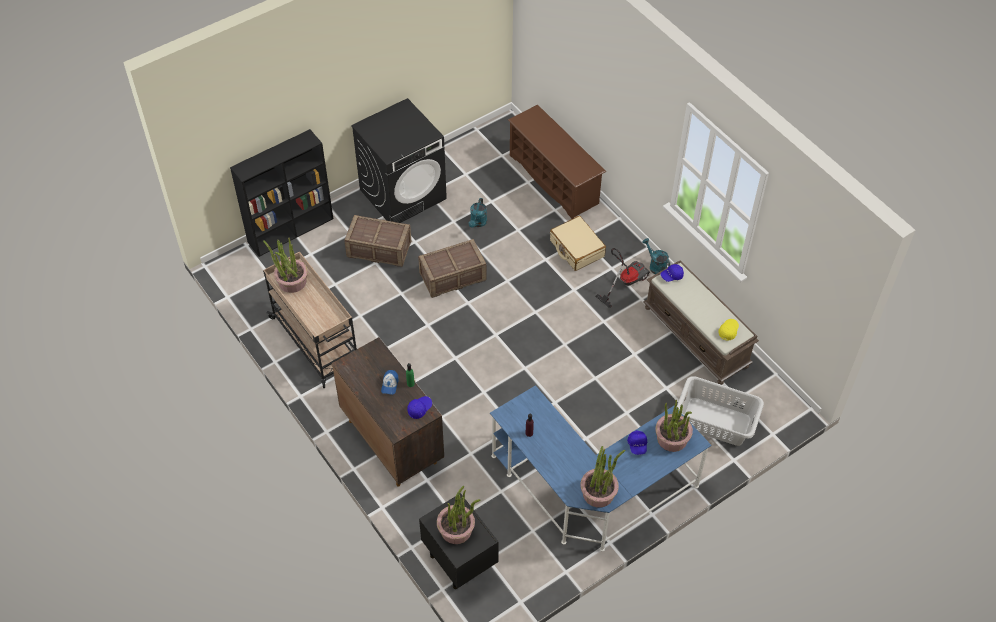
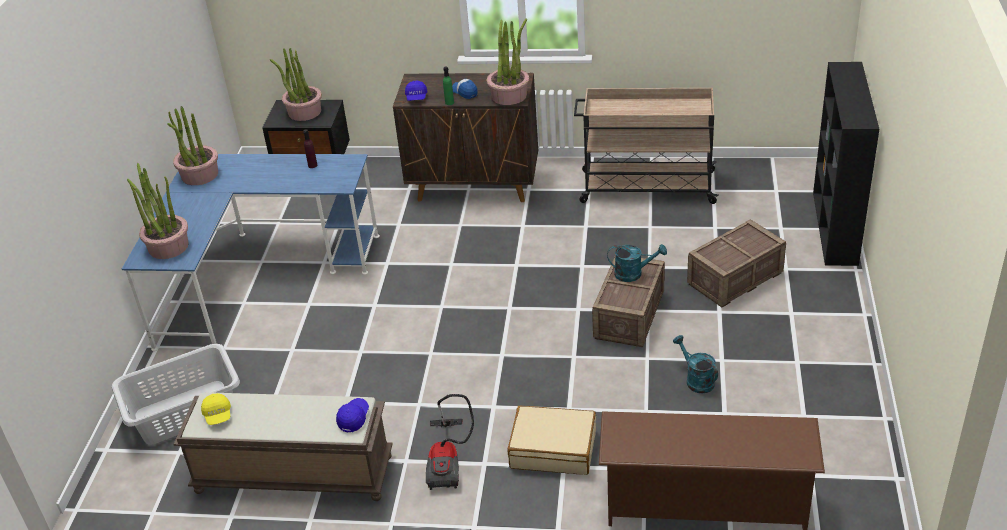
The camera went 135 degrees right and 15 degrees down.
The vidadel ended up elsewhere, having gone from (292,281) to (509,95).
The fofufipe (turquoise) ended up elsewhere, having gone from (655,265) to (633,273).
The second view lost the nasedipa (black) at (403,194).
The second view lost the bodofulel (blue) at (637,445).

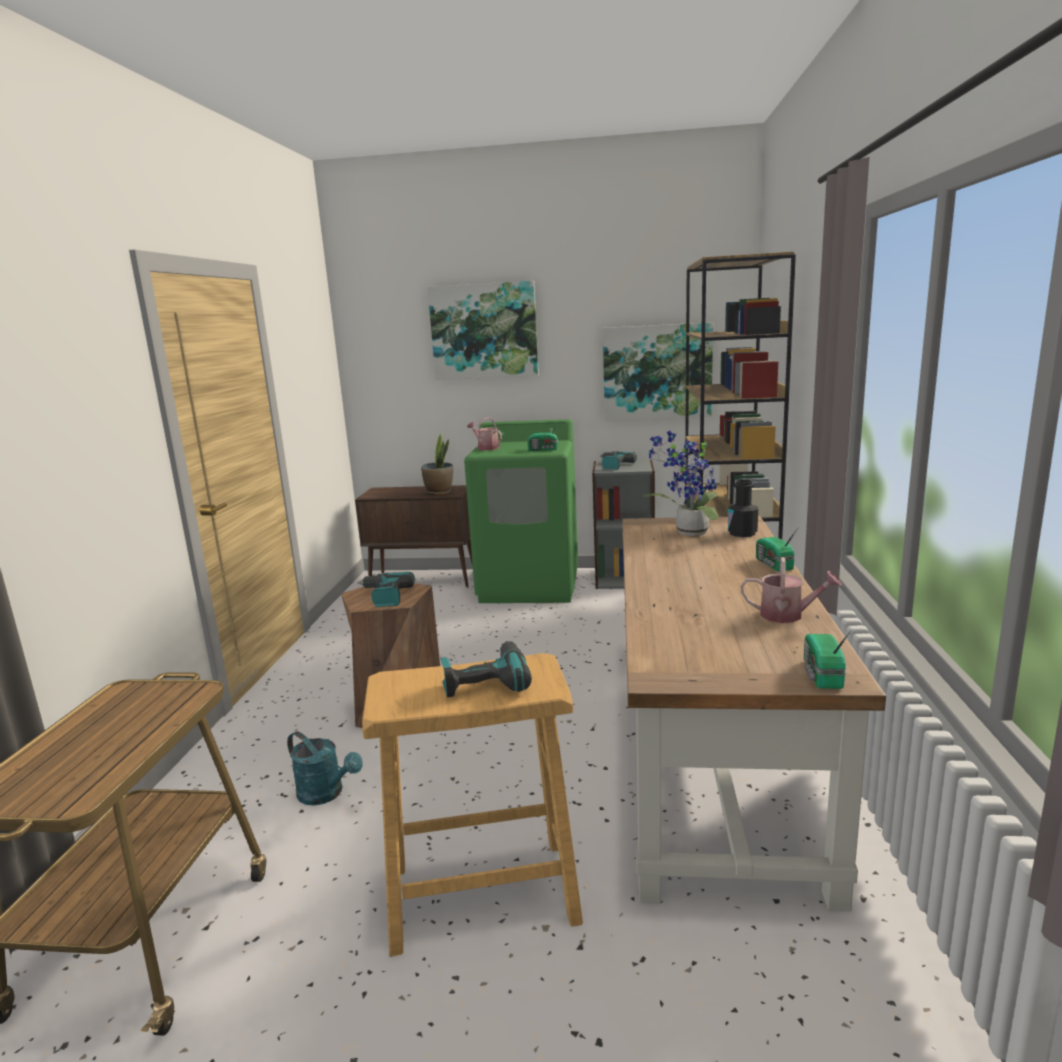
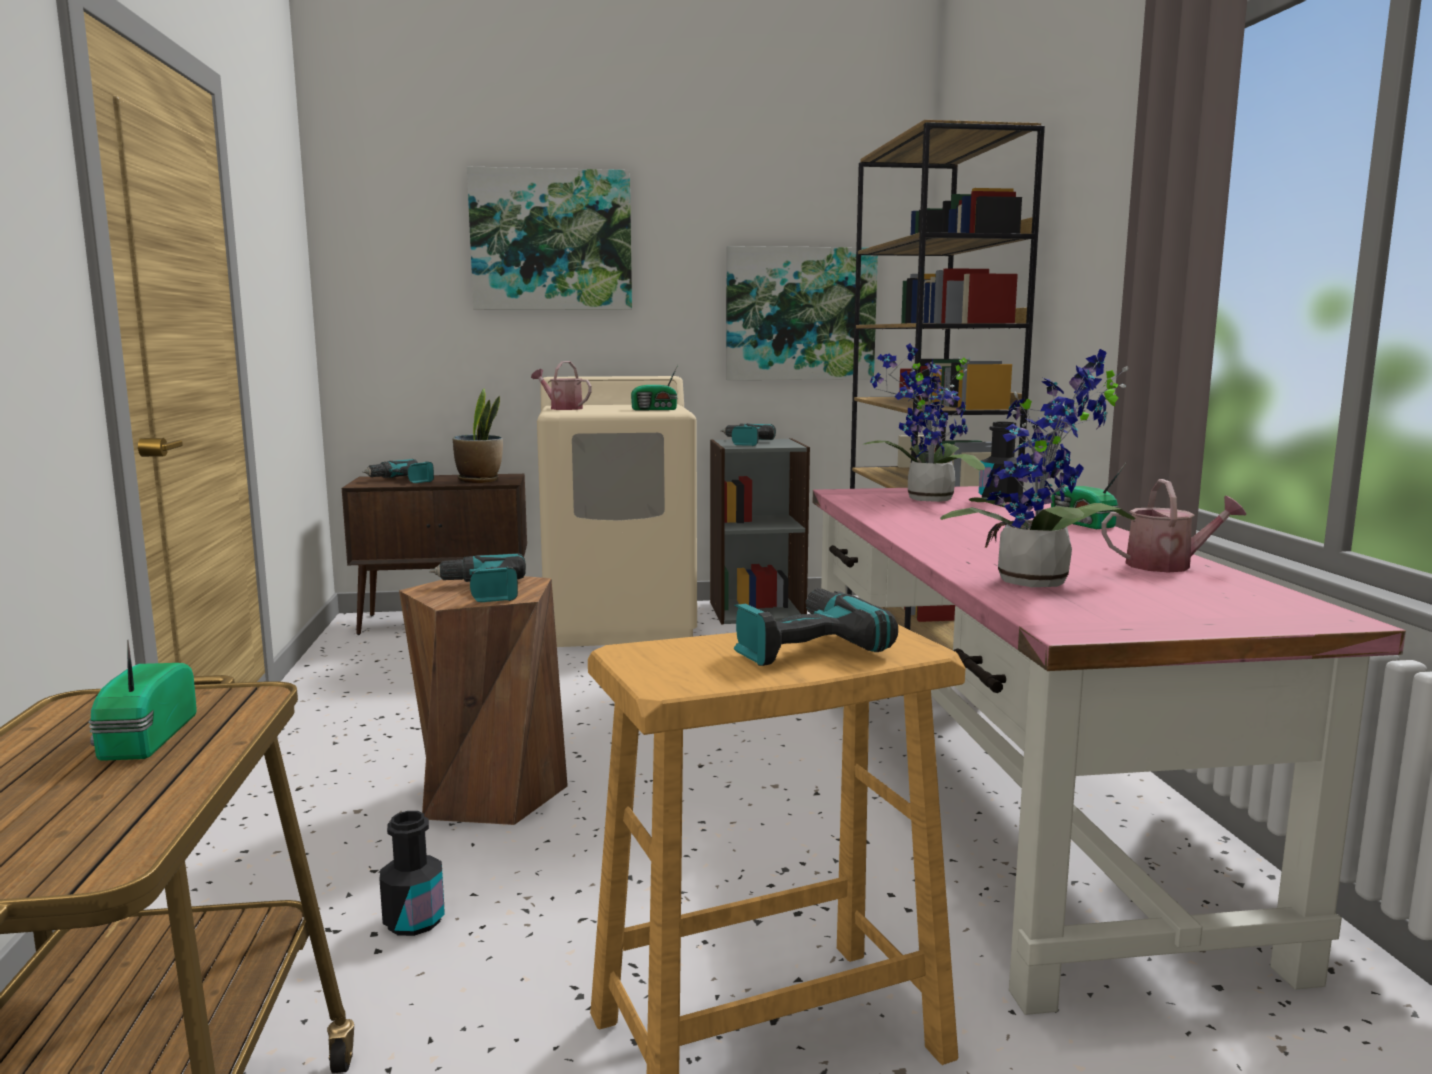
The camera went 15 degrees left and 5 degrees down.
The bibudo ended up elsewhere, having gone from (821,675) to (144,739).
The second view gained the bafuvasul at (402,481).
Where the fofufipe (turquoise) stood at (326,794), the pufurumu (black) came to stand at (414,920).
What was the nasedipa (green) at (530,585) turned into the nasedipa (beige) at (620,623).
What was the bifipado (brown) at (711,749) turned into the bifipado (pink) at (1004,805).
The second view gained the vidadel at (1039,584).

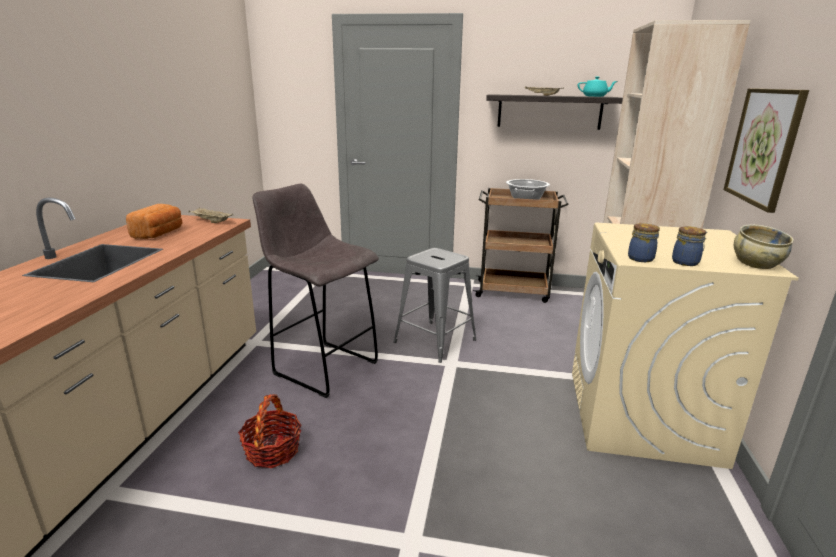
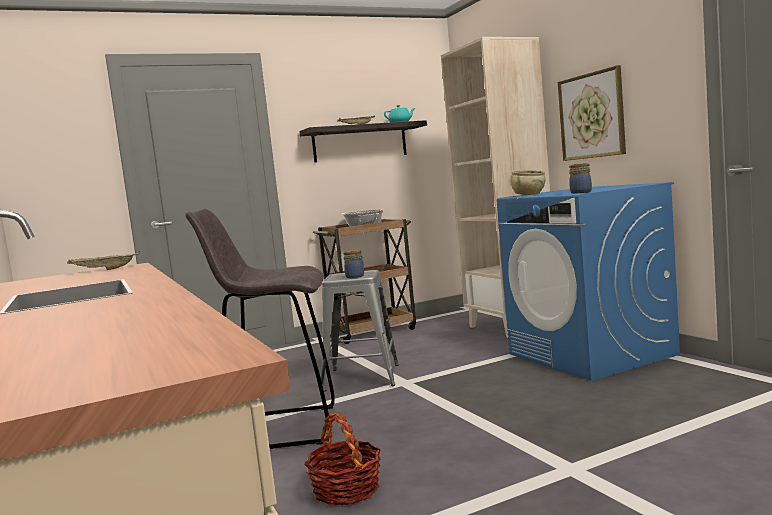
The camera went 35 degrees left and 15 degrees down.
The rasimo ended up elsewhere, having gone from (686,262) to (355,276).
What was the nasedipa (beige) at (641,416) turned into the nasedipa (blue) at (591,354).
The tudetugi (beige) ended up elsewhere, having gone from (756,264) to (528,194).
The second view lost the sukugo at (159,233).

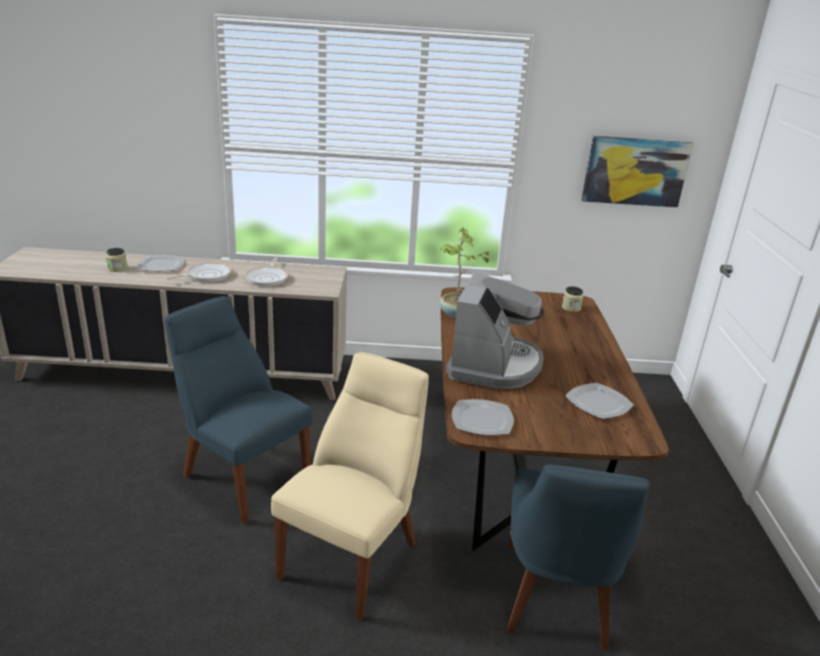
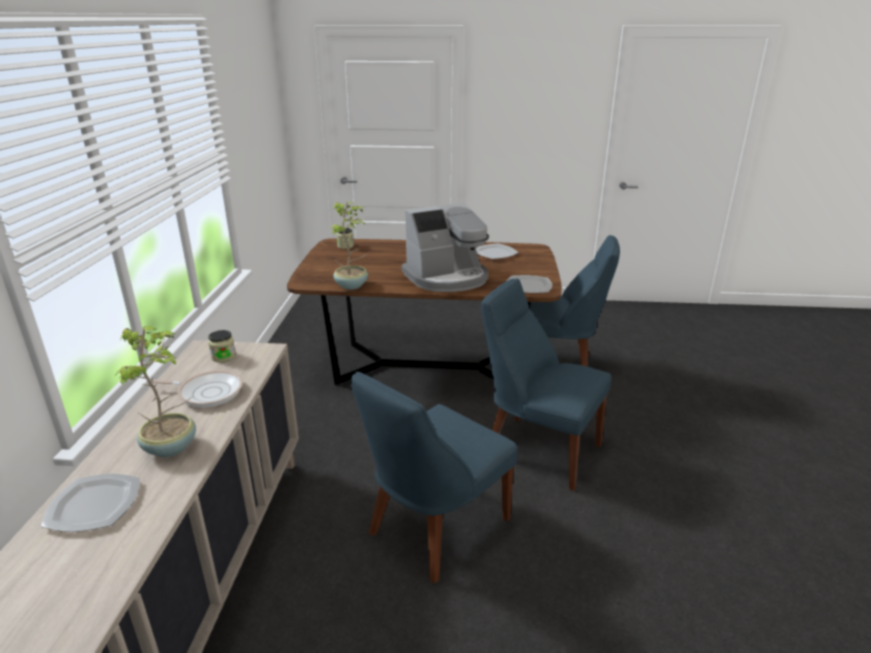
The camera went 85 degrees left and 0 degrees up.
Where the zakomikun stood at (206,275), the vidadel came to stand at (172,447).
The rasimo ended up elsewhere, having gone from (117,268) to (223,357).
The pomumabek at (494,365) ended up facing another way, 135 degrees clockwise from before.
What was the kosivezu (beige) at (354,556) turned into the kosivezu (blue) at (537,448).
The second view lost the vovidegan at (635,171).

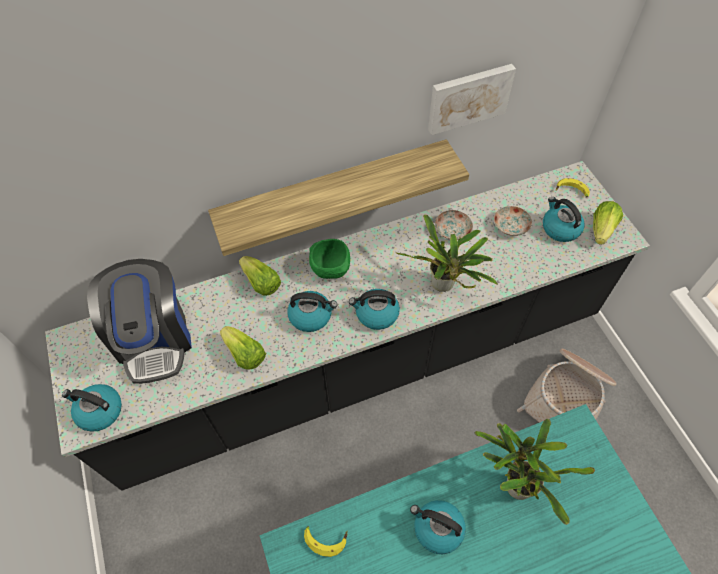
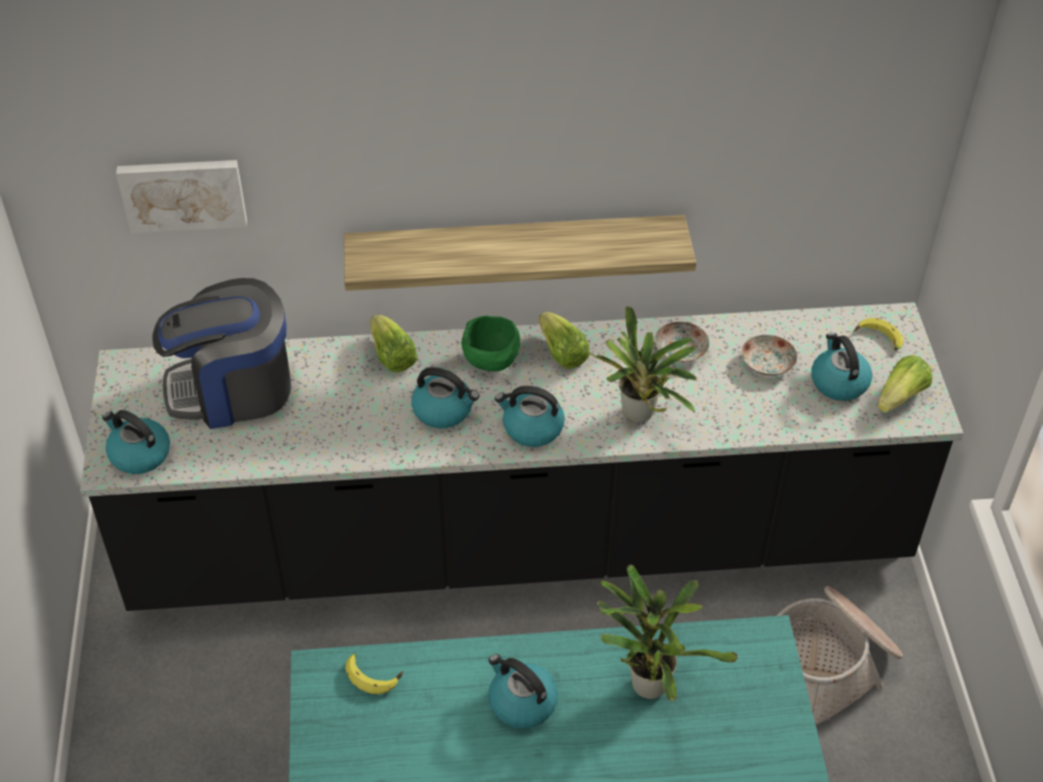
The camera went 15 degrees right and 10 degrees down.
The vovidegan ended up elsewhere, having gone from (468,97) to (183,193).
The pomumabek at (154,338) ended up facing another way, 75 degrees clockwise from before.
The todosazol ended up elsewhere, having gone from (245,354) to (561,353).

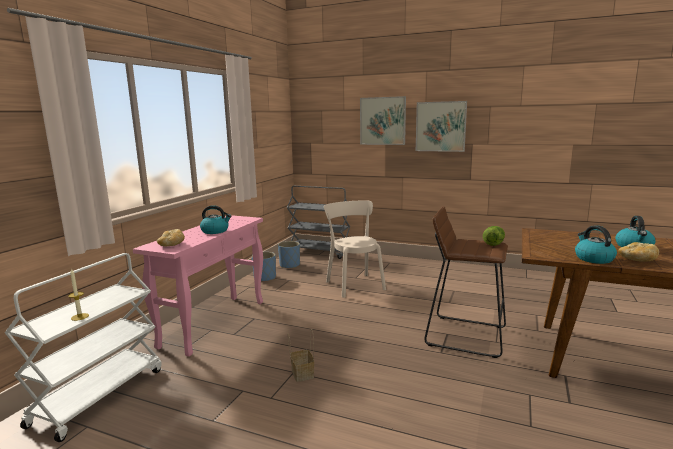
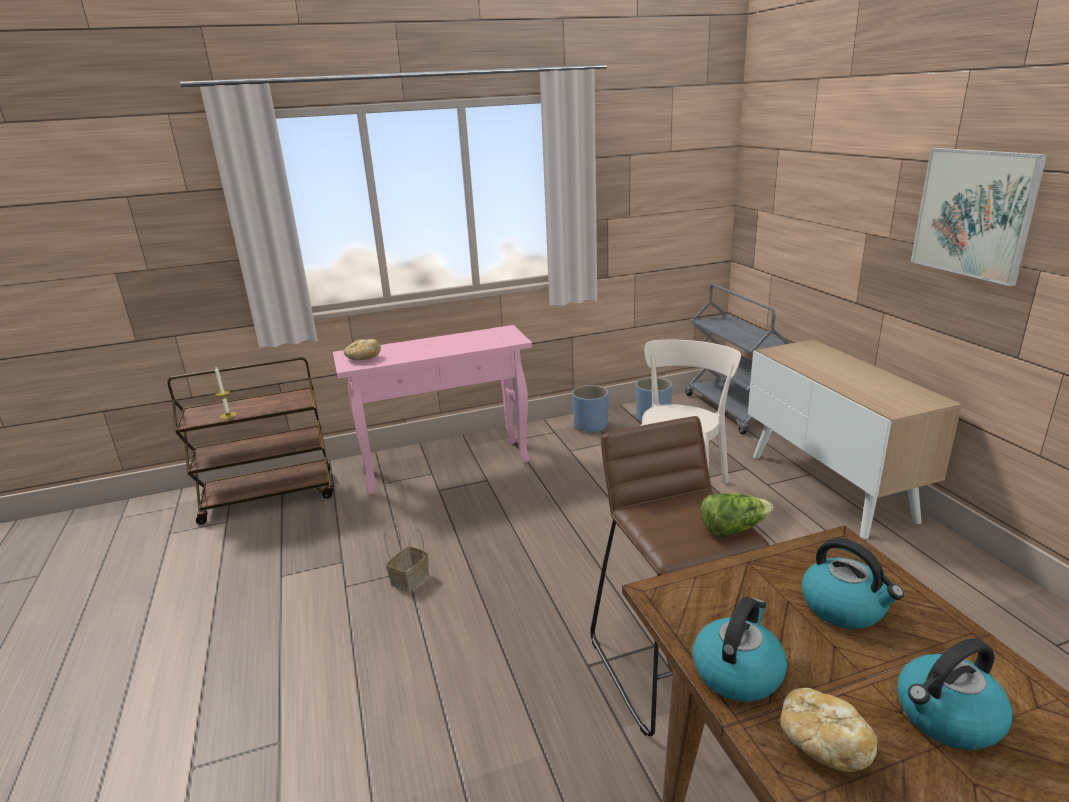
The camera went 50 degrees right and 10 degrees up.
What was the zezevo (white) at (99,395) turned into the zezevo (brown) at (269,497).
The second view gained the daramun at (831,486).
The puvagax ended up elsewhere, having gone from (215,231) to (844,607).
The second view lost the vovidegan at (382,121).

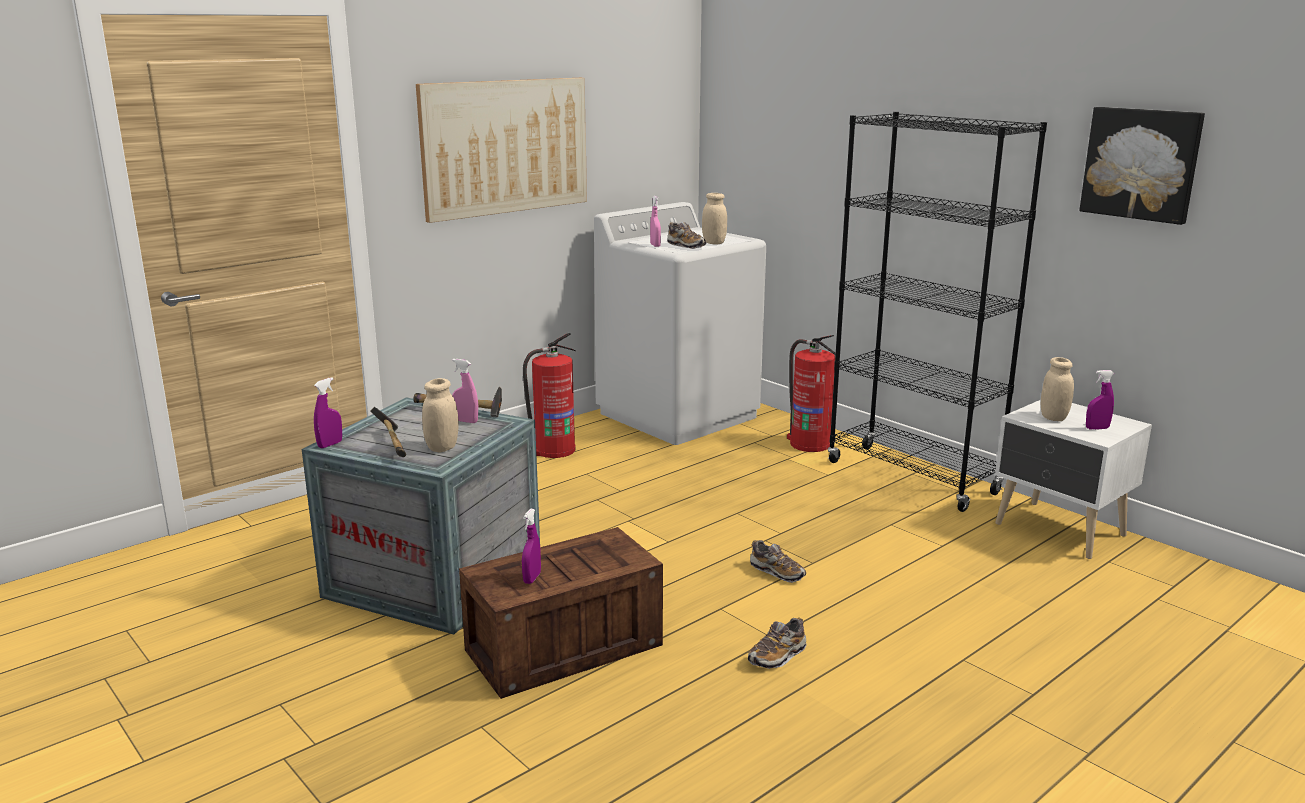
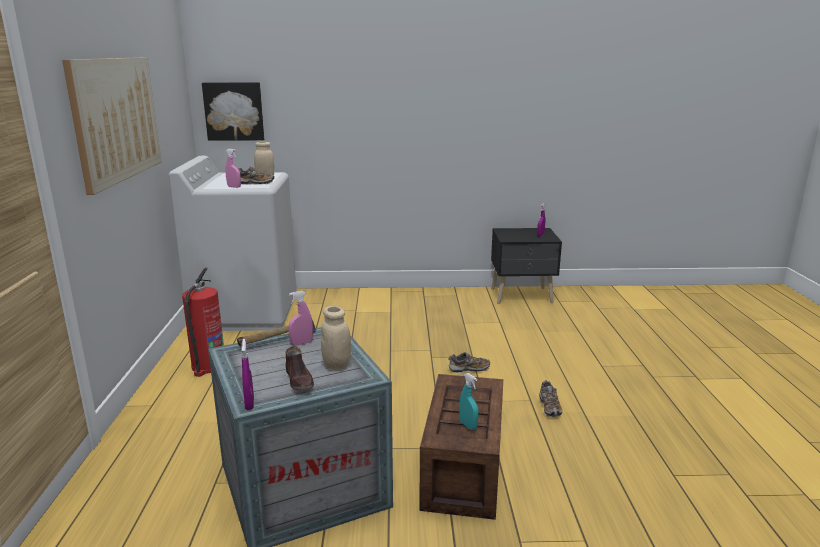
The camera went 50 degrees left and 0 degrees up.
The vovidegan ended up elsewhere, having gone from (1141,164) to (234,111).
Where the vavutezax stood at (393,445), the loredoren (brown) came to stand at (299,380).
What was the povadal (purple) at (532,578) turned into the povadal (turquoise) at (468,425).
What was the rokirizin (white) at (1060,531) turned into the rokirizin (black) at (522,296).
The second view lost the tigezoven at (809,444).
The second view lost the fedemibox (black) at (912,478).
The second view lost the rasimo (beige) at (1053,417).

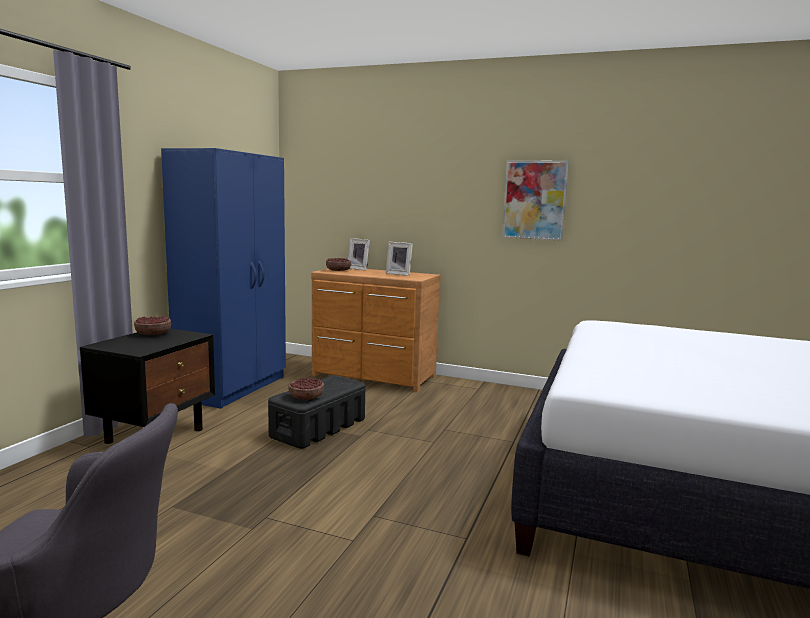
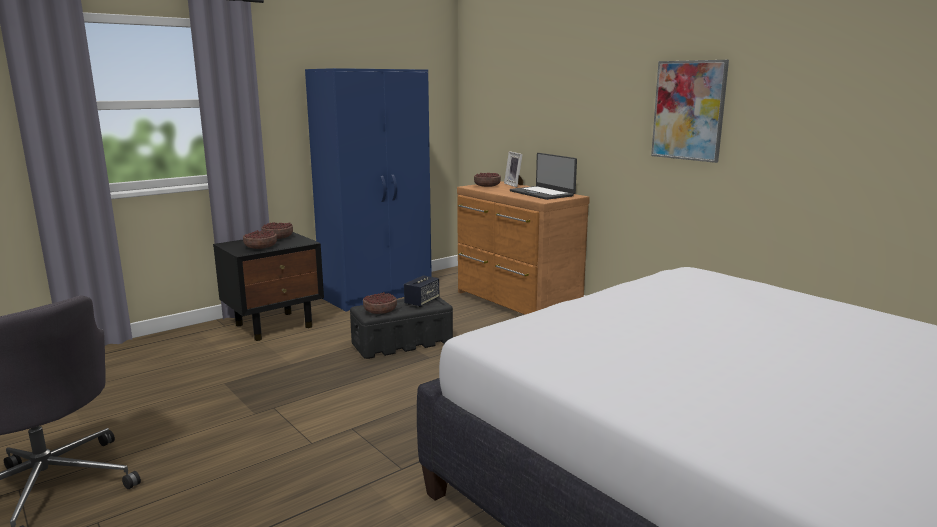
The camera went 30 degrees right and 5 degrees up.
The second view gained the tudetugi at (261,247).
The second view gained the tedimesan at (422,302).
Where the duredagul stood at (399,274), the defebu came to stand at (542,193).

